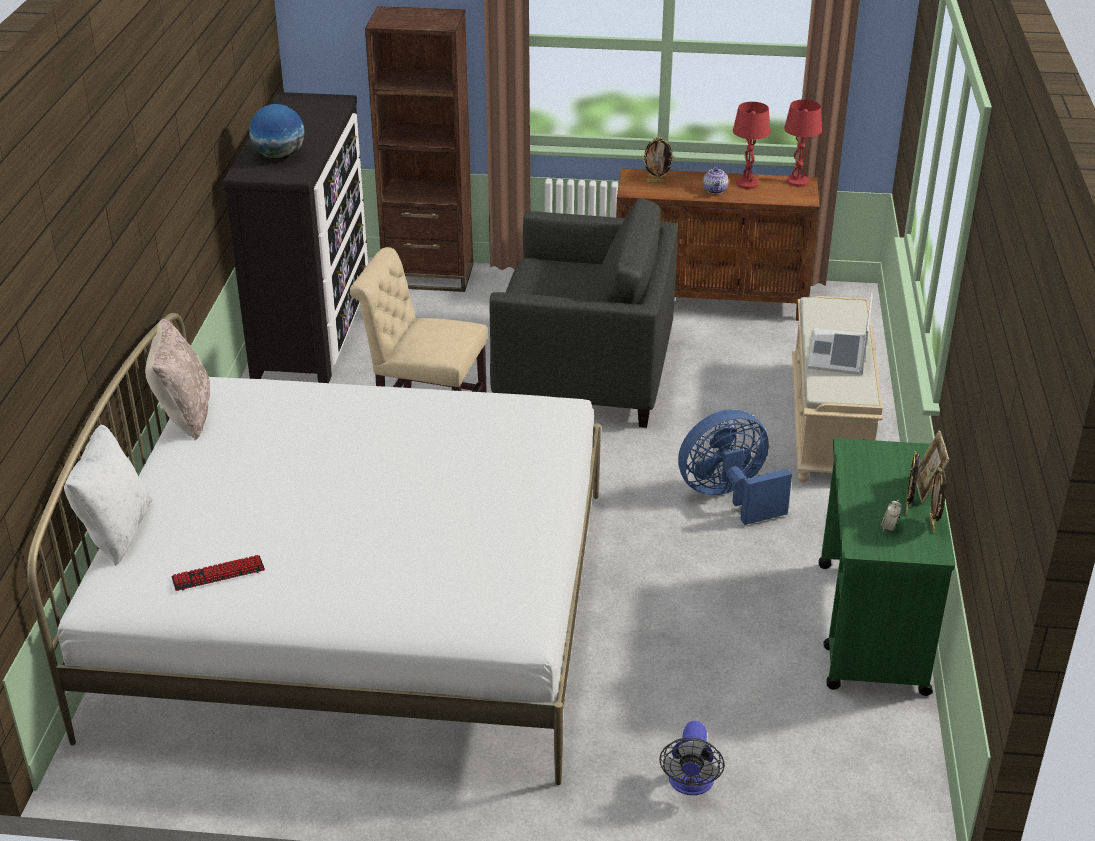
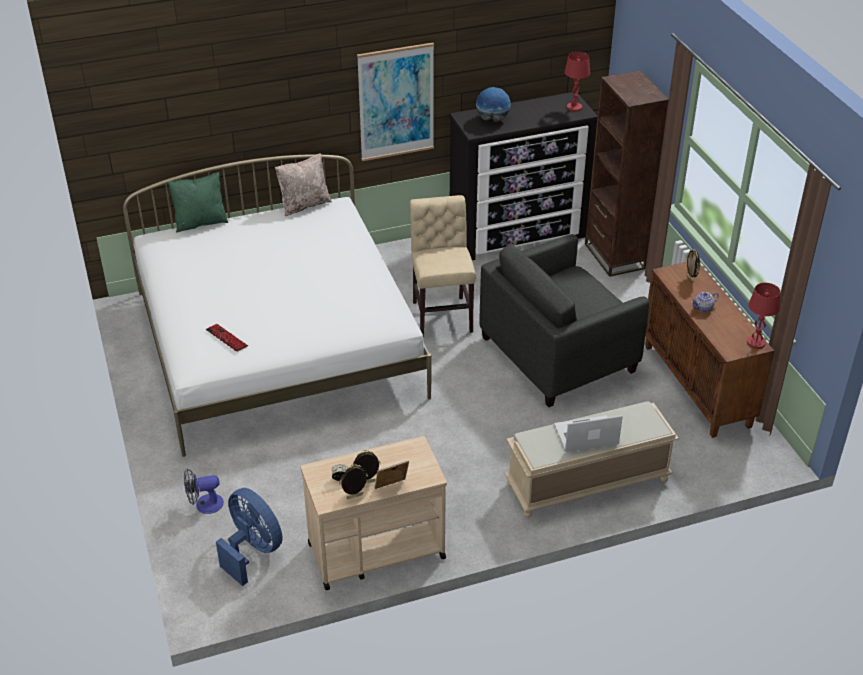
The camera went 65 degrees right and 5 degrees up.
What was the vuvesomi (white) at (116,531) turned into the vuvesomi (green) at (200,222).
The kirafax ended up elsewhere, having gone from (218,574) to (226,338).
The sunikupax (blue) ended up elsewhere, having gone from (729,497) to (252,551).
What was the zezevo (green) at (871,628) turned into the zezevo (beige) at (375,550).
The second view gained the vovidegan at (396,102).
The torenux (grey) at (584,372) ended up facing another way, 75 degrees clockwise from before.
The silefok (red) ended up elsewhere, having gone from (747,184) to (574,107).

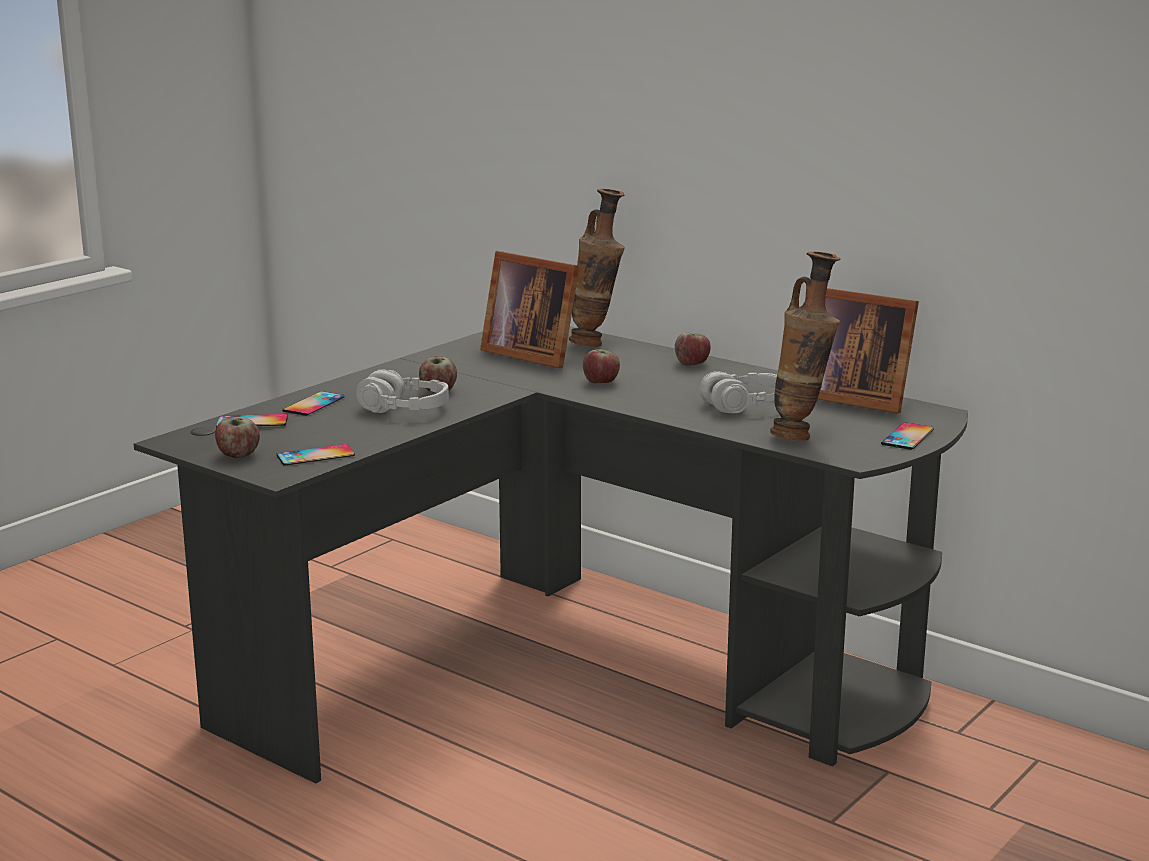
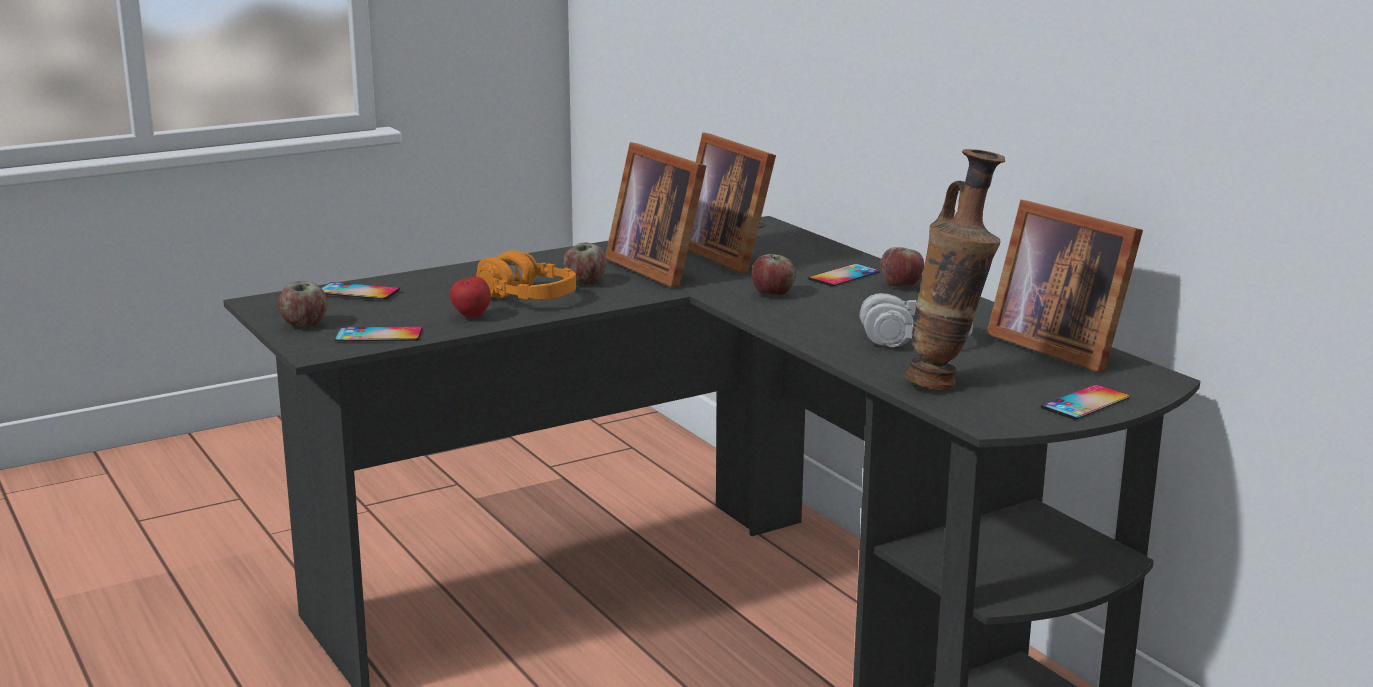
The camera went 20 degrees right and 0 degrees up.
The second view gained the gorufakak at (471,317).
What was the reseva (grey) at (404,409) turned into the reseva (orange) at (527,297).
The second view gained the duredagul at (659,268).
The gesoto ended up elsewhere, having gone from (313,404) to (844,276).
The second view lost the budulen at (596,344).

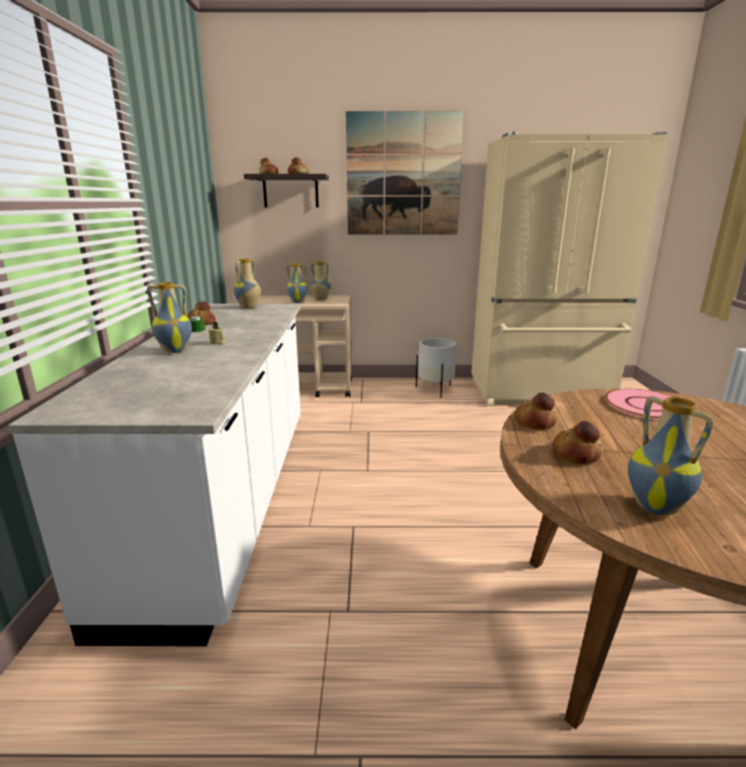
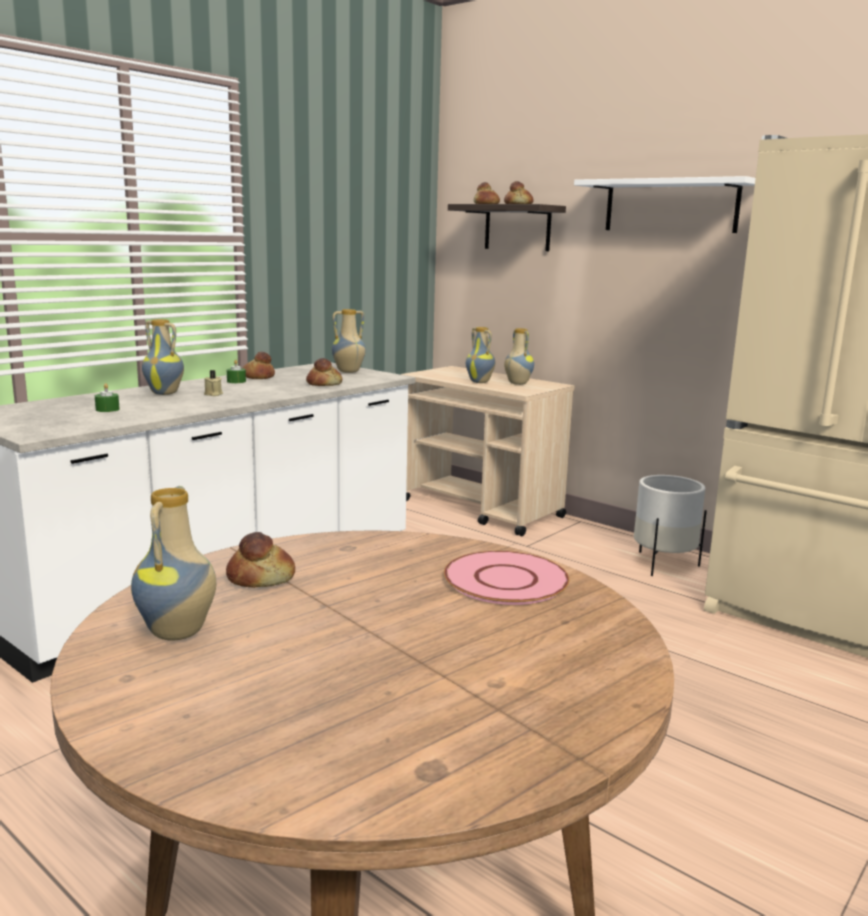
The camera went 40 degrees right and 5 degrees down.
The second view gained the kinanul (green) at (107,409).
The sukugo ended up elsewhere, having gone from (534,422) to (324,384).
Where the vovidegan hung at (403,175), the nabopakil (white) came to hang at (670,206).

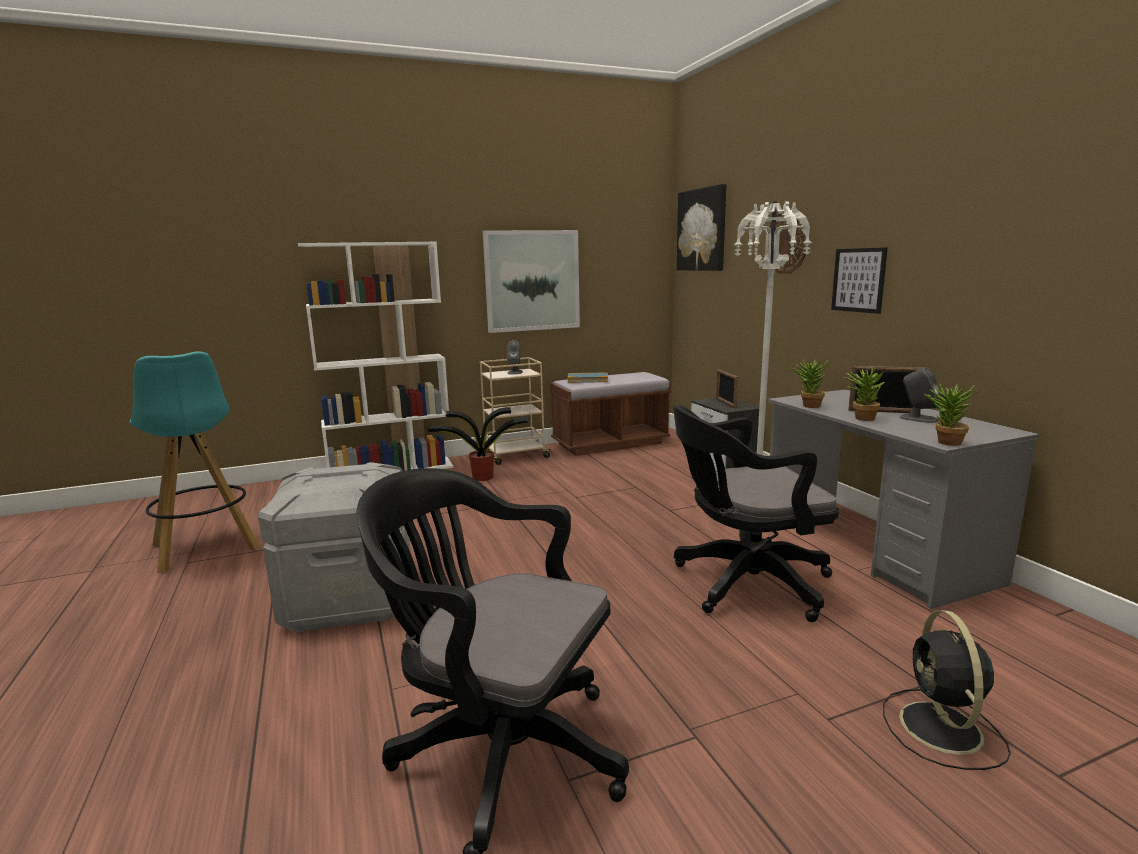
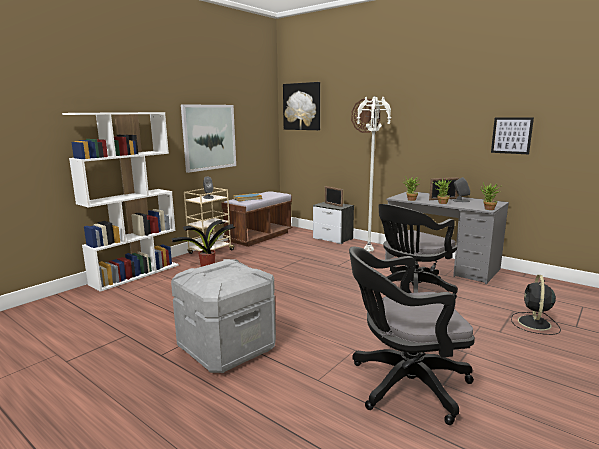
The camera went 30 degrees left and 0 degrees up.
The vovidegan ended up elsewhere, having gone from (858,280) to (511,135).
The sunikupax (black) at (942,730) ended up facing another way, 45 degrees clockwise from before.
The second view lost the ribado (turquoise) at (206,548).

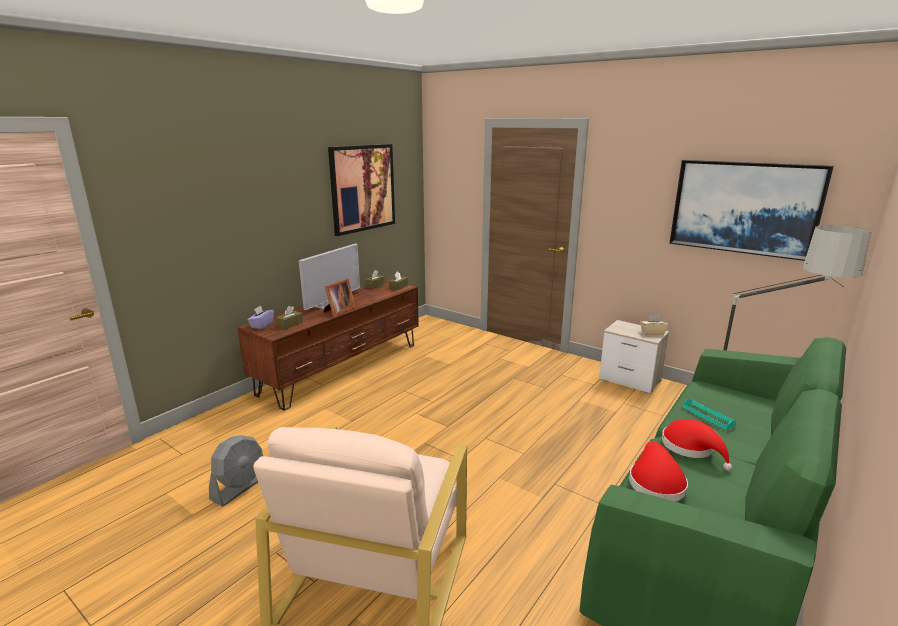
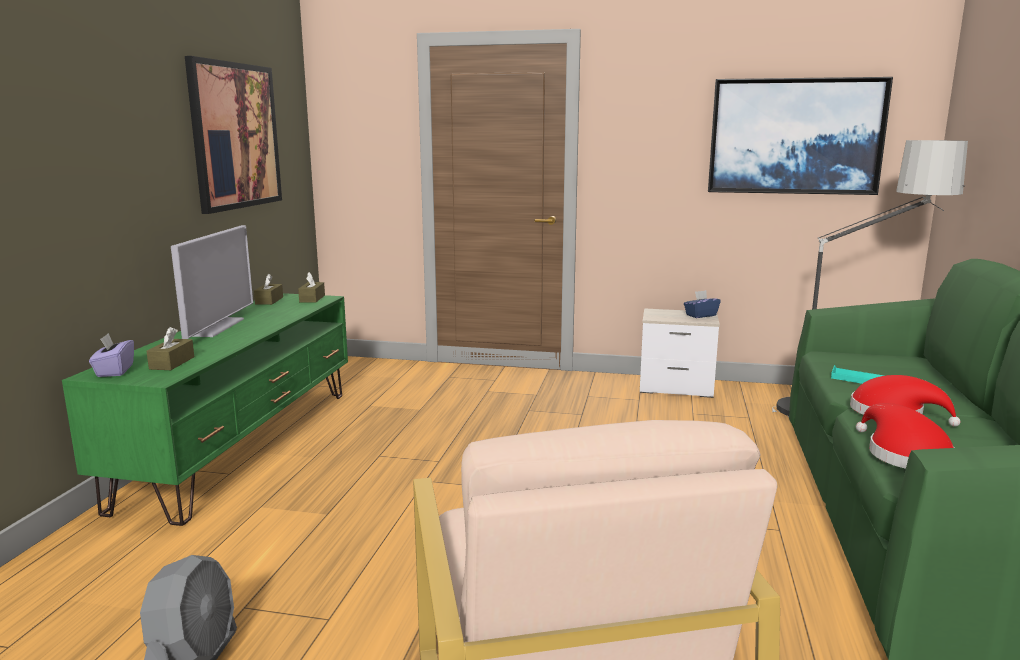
The camera went 25 degrees left and 5 degrees down.
What was the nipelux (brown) at (342,368) turned into the nipelux (green) at (243,444).
What was the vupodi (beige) at (652,333) turned into the vupodi (blue) at (700,315).
The second view lost the duredagul at (338,311).

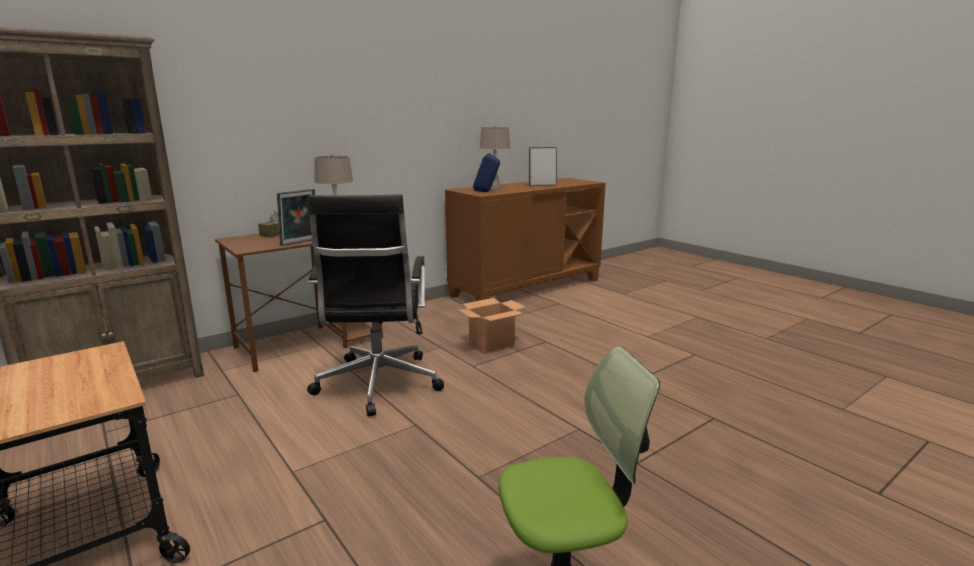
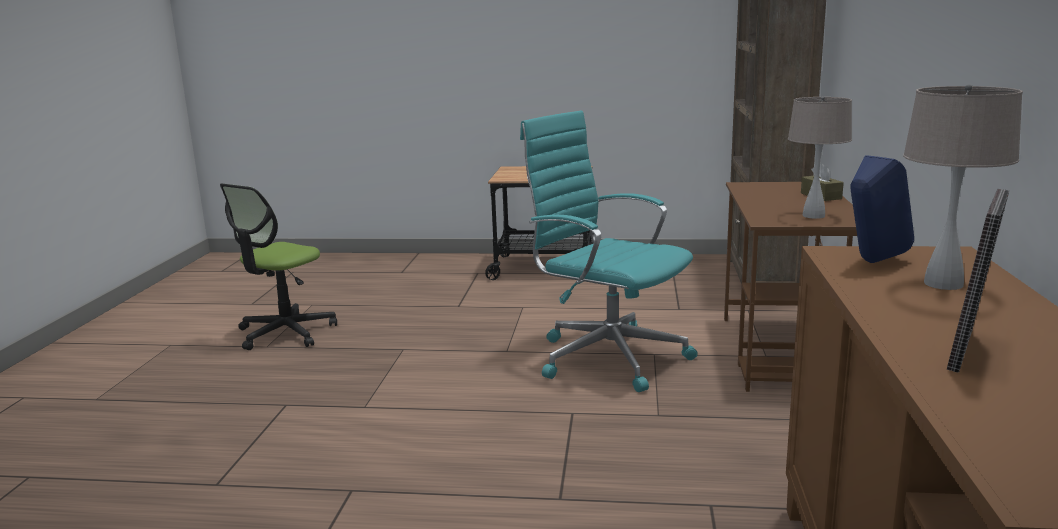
The camera went 135 degrees right and 0 degrees up.
What was the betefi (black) at (377,385) turned into the betefi (turquoise) at (607,356).
The second view lost the duredagul at (300,242).
The second view lost the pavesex at (492,344).

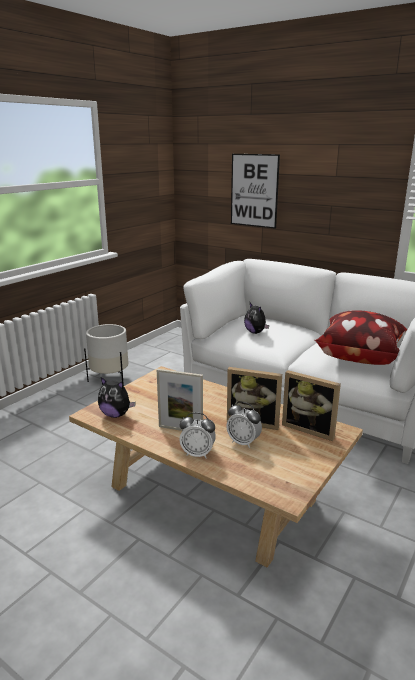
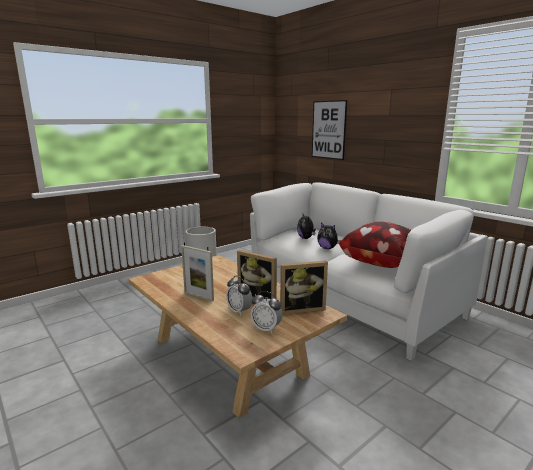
The camera went 15 degrees right and 5 degrees down.
The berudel ended up elsewhere, having gone from (197,454) to (266,329).
The duredagul at (310,428) ended up facing another way, 60 degrees counterclockwise from before.
The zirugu ended up elsewhere, having gone from (116,414) to (327,248).

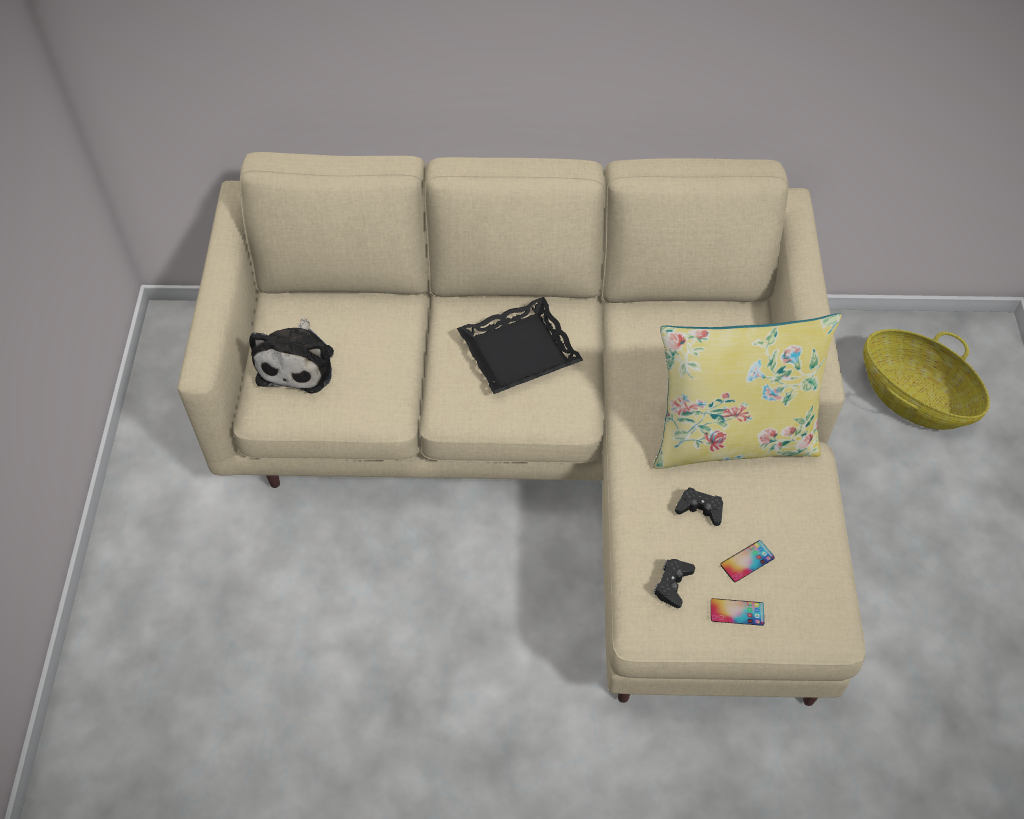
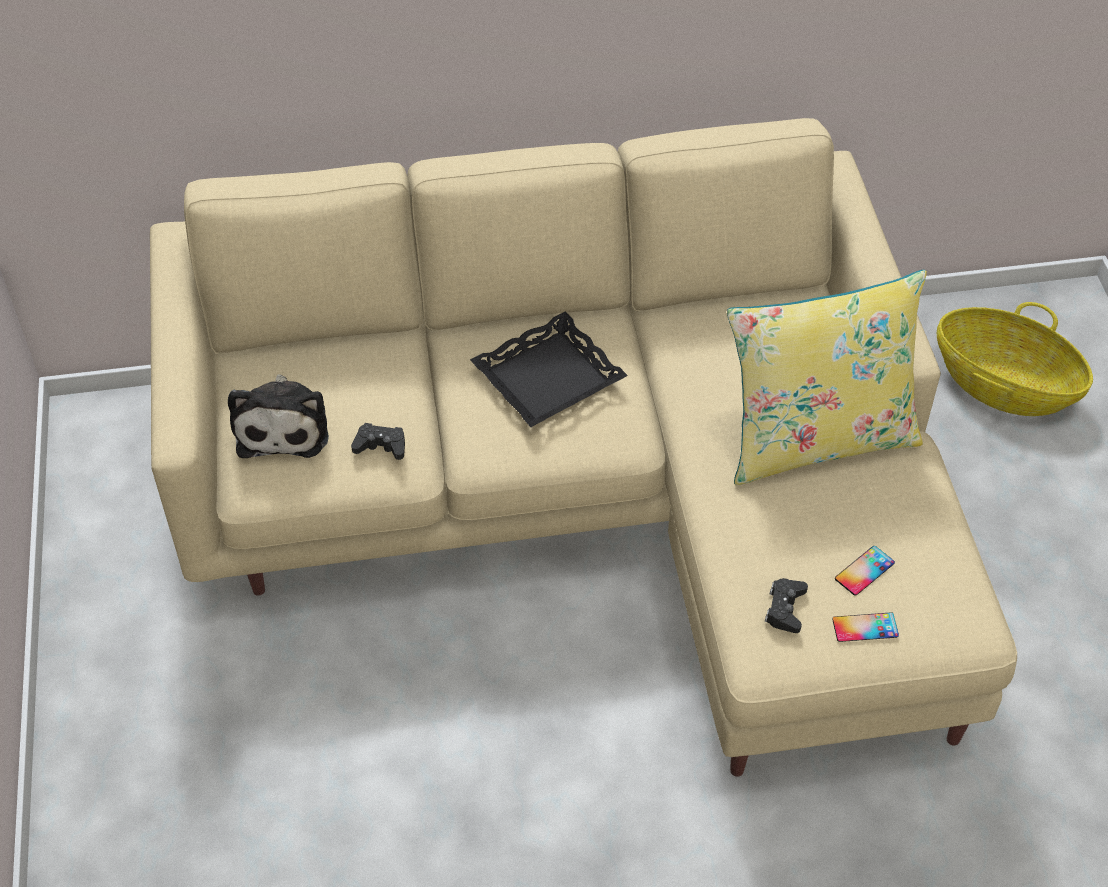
The camera went 10 degrees left and 5 degrees down.
The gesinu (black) ended up elsewhere, having gone from (700,509) to (381,446).

